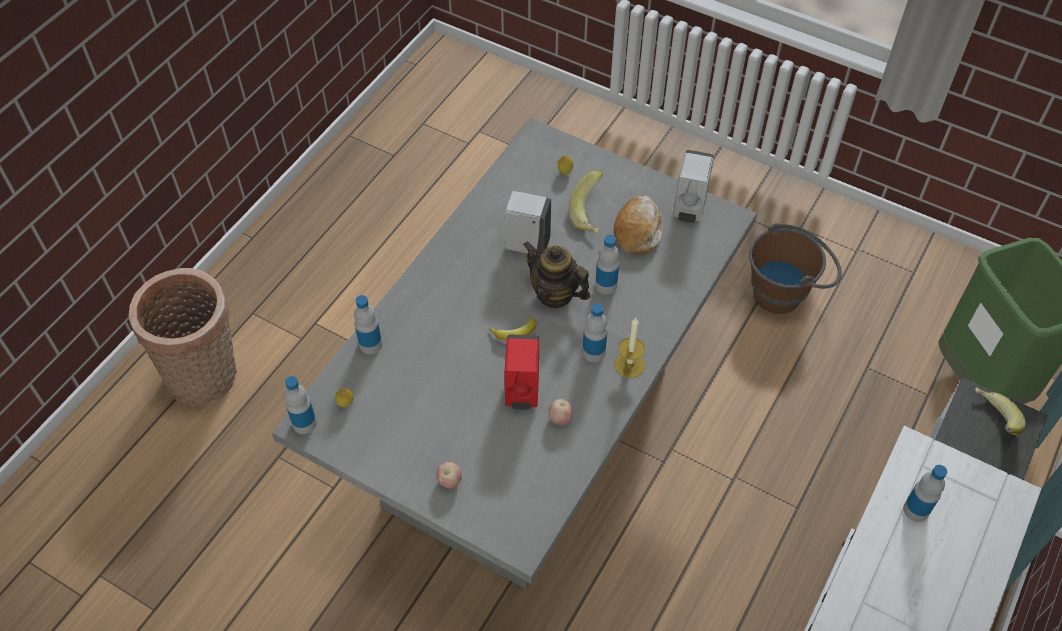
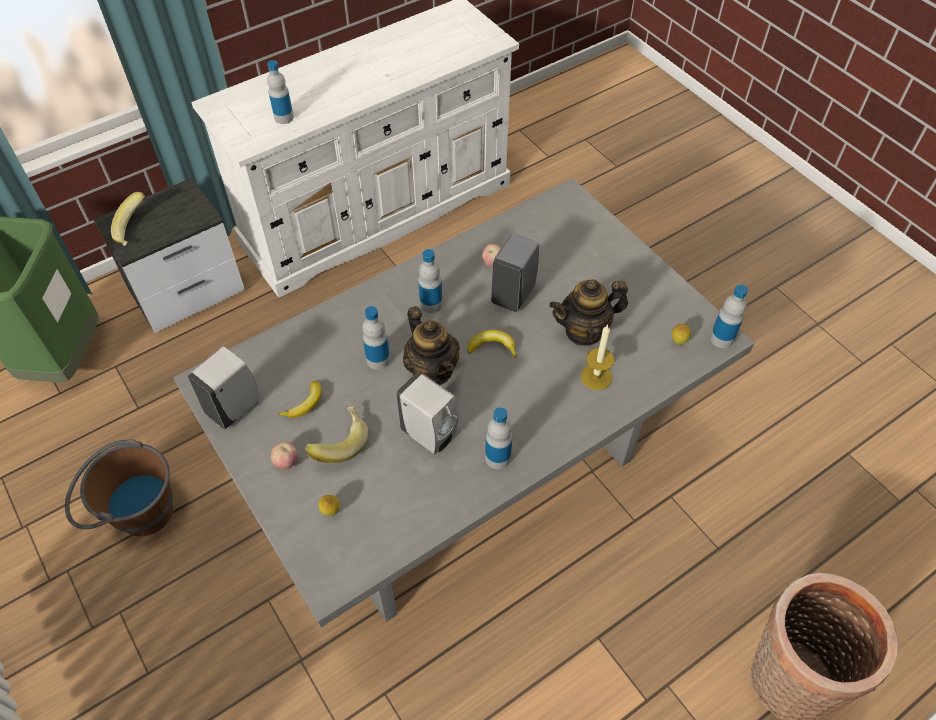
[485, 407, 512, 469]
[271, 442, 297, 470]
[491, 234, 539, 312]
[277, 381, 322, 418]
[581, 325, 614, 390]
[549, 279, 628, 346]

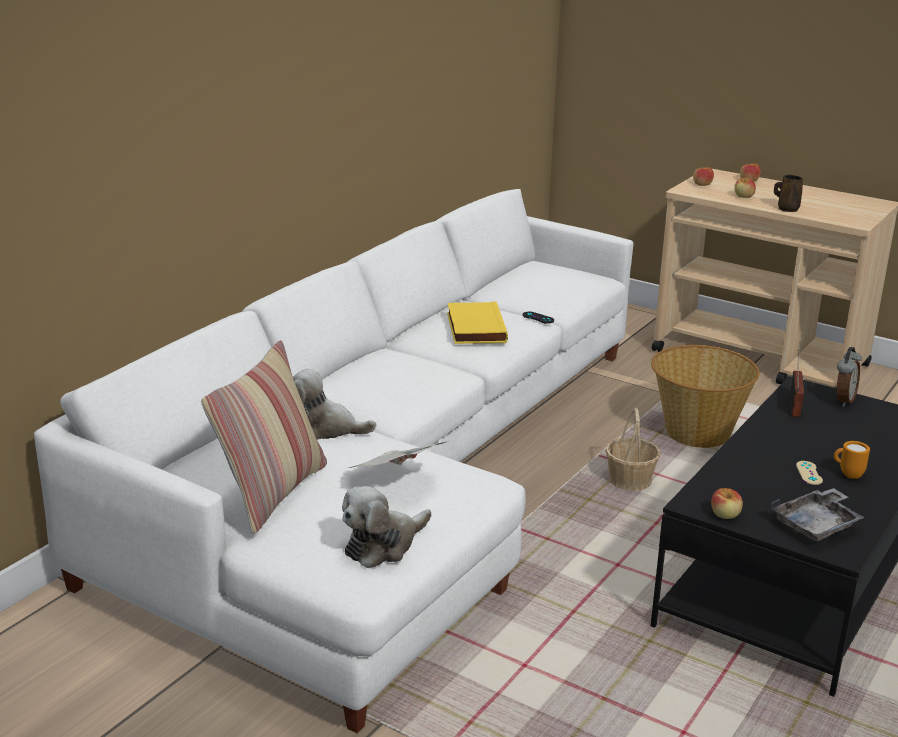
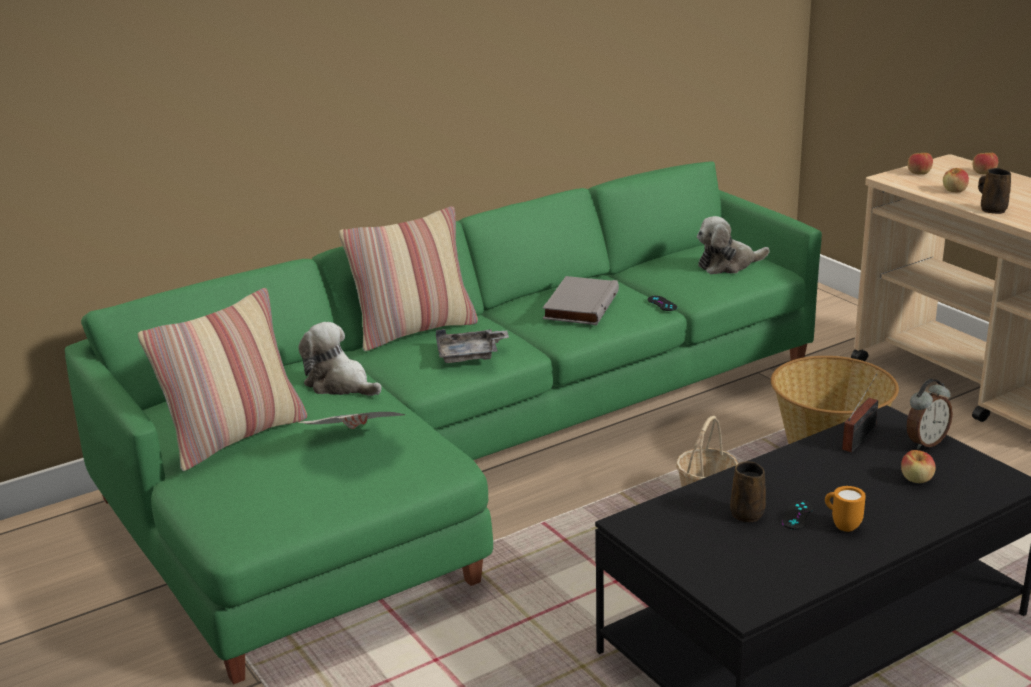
[65, 161, 822, 685]
[697, 216, 769, 274]
[543, 276, 619, 325]
[901, 450, 936, 483]
[436, 329, 509, 363]
[782, 500, 813, 530]
[339, 206, 478, 351]
[730, 462, 766, 522]

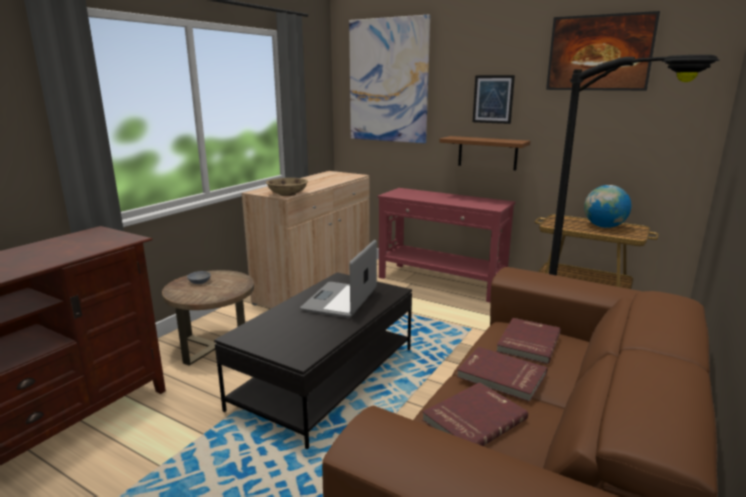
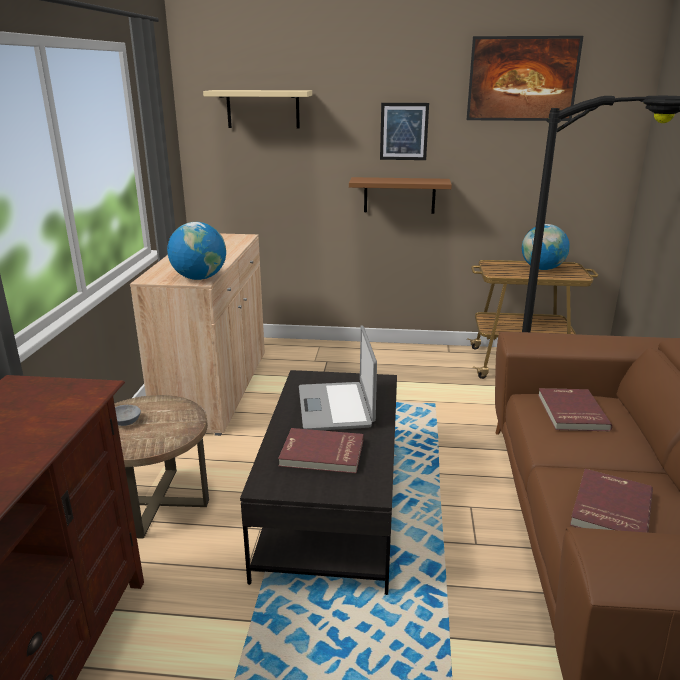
[167, 222, 226, 280]
[203, 90, 312, 129]
[378, 188, 515, 302] (first image)
[278, 428, 364, 473]

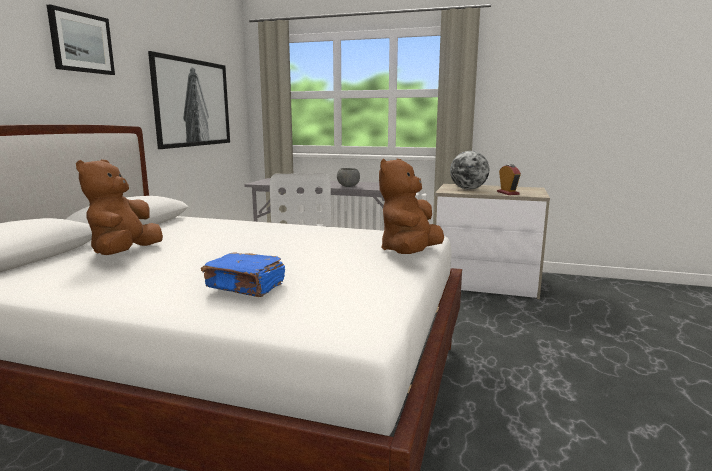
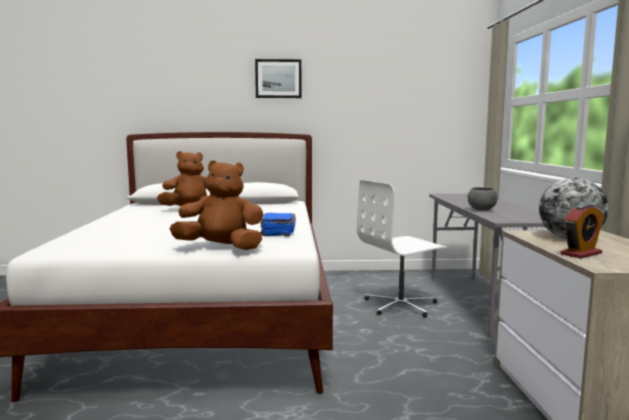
[148, 51, 230, 149] (first image)
[260, 213, 296, 236]

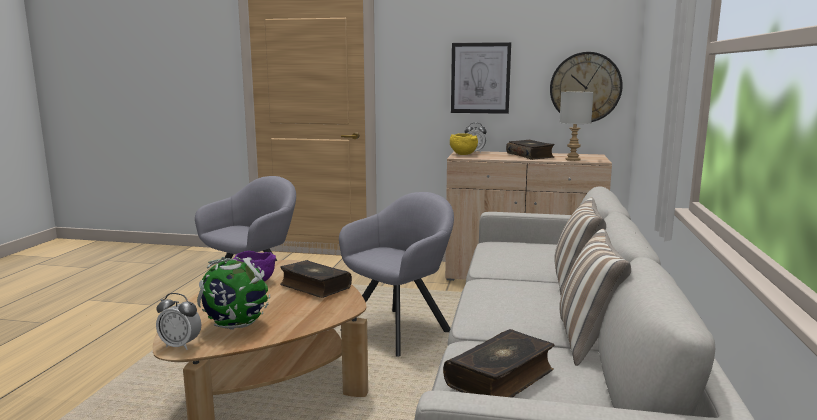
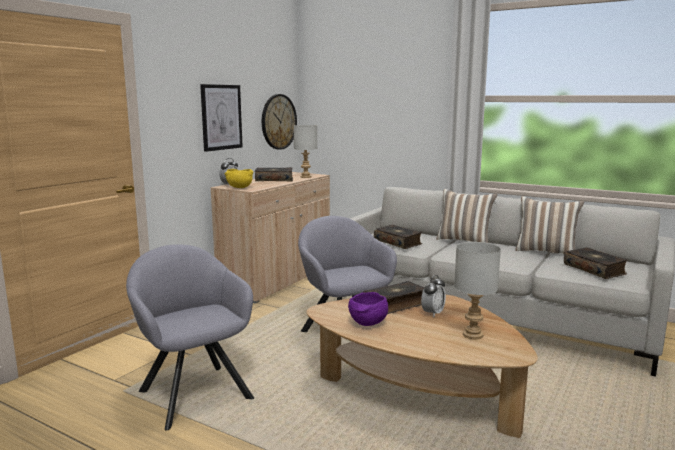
[421, 275, 446, 317]
[454, 242, 501, 339]
[374, 225, 422, 249]

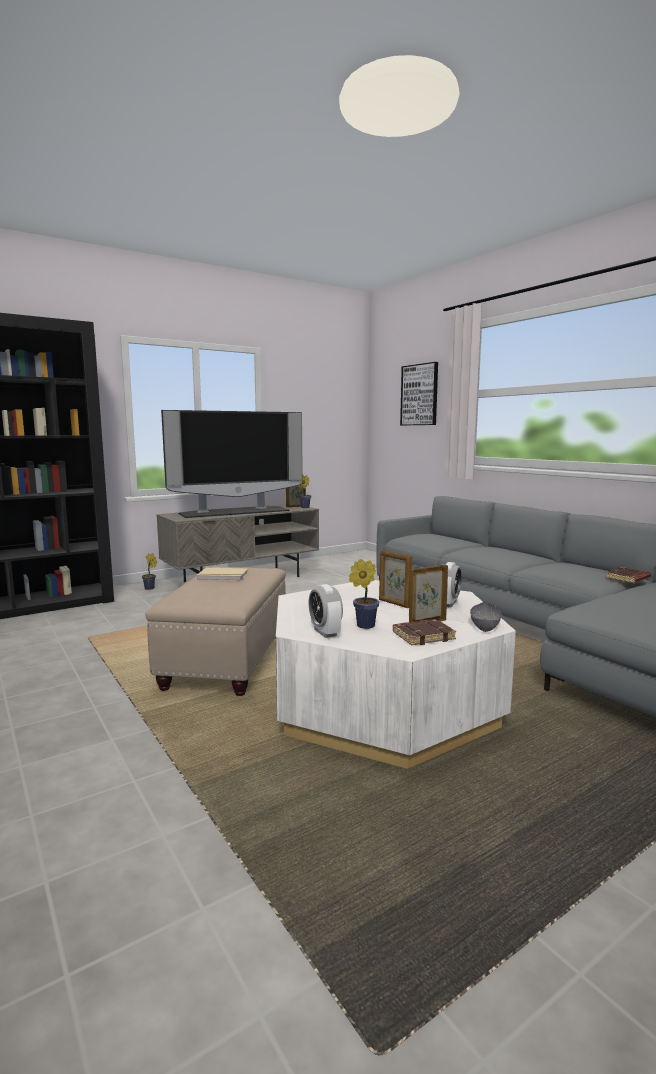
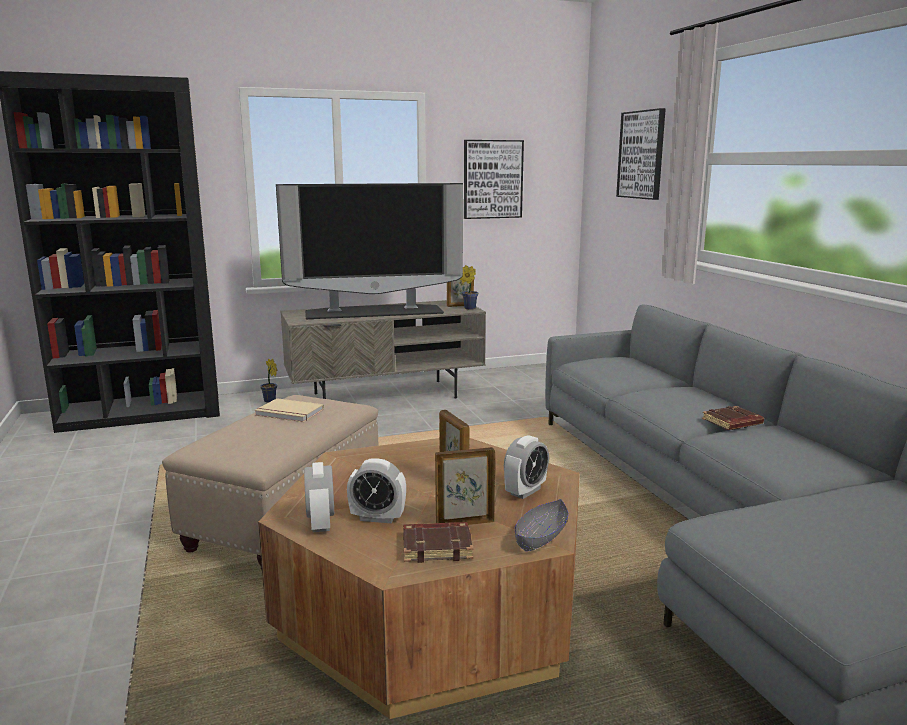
[258, 438, 580, 719]
[347, 458, 406, 523]
[702, 406, 764, 430]
[464, 140, 524, 219]

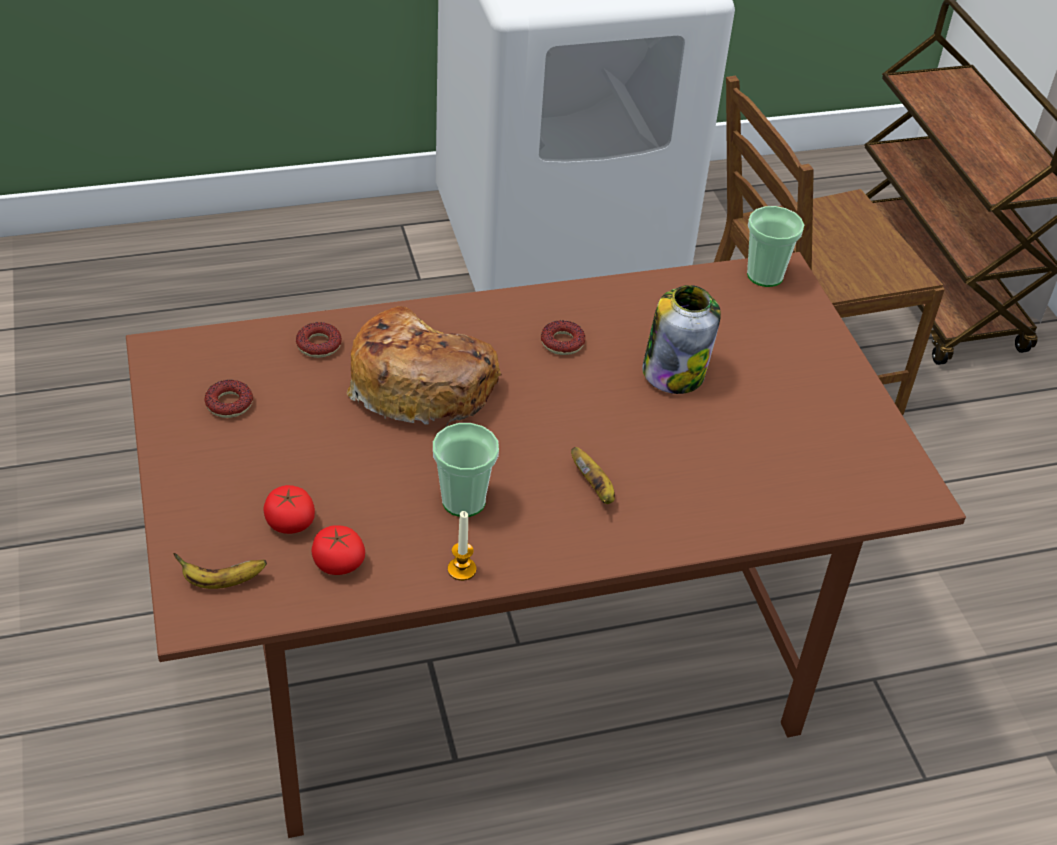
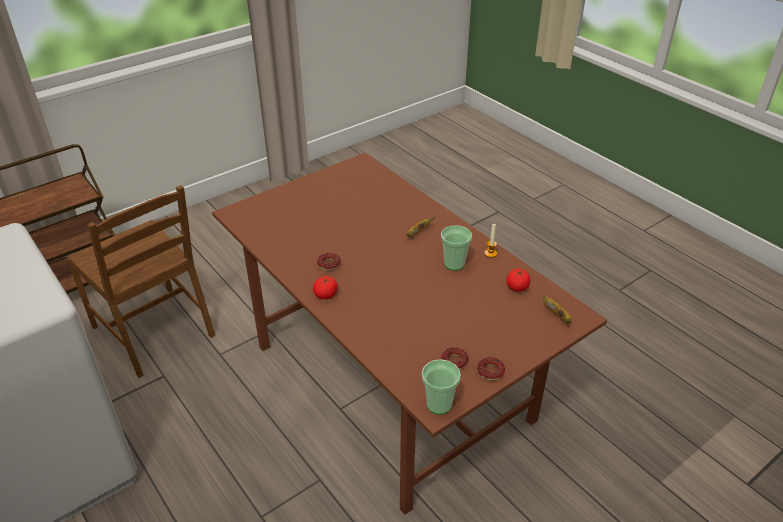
[313, 276, 338, 299]
[477, 357, 505, 381]
[347, 306, 502, 427] (first image)
[642, 285, 721, 394] (first image)
[422, 359, 461, 415]

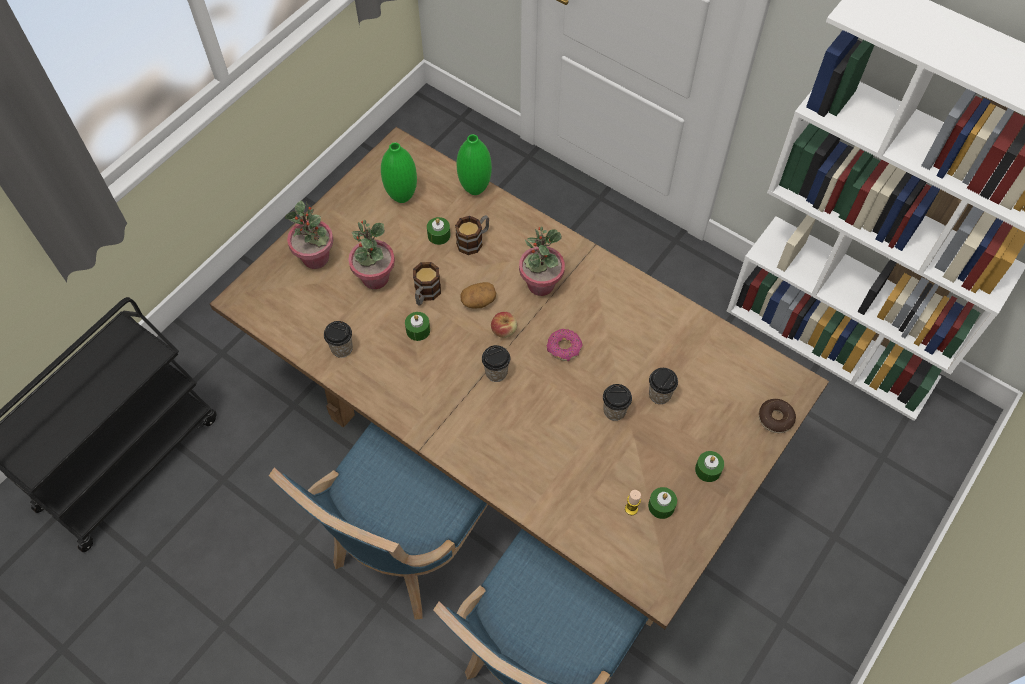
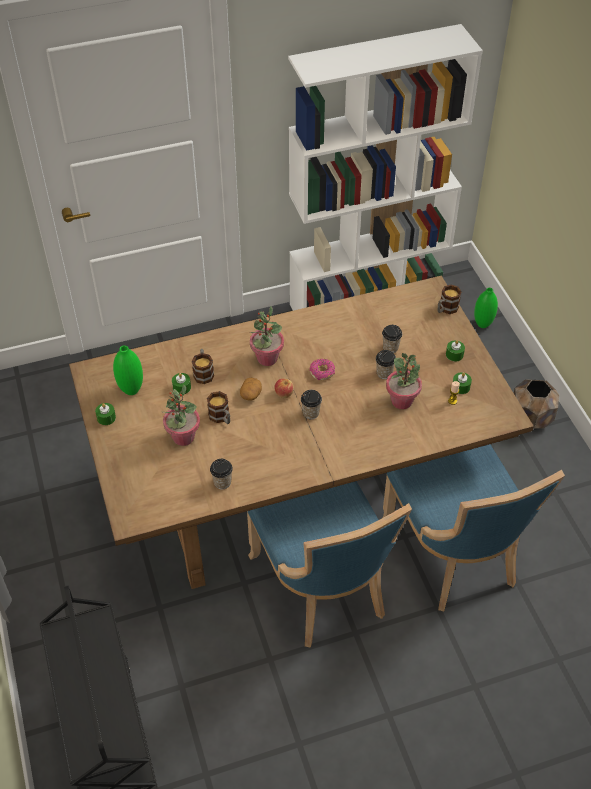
[386, 353, 422, 409]
[95, 403, 116, 425]
[474, 288, 498, 328]
[437, 285, 462, 314]
[514, 379, 559, 429]

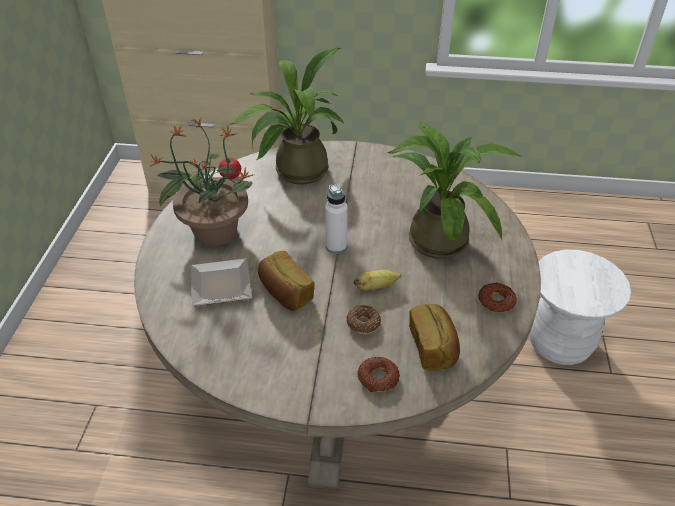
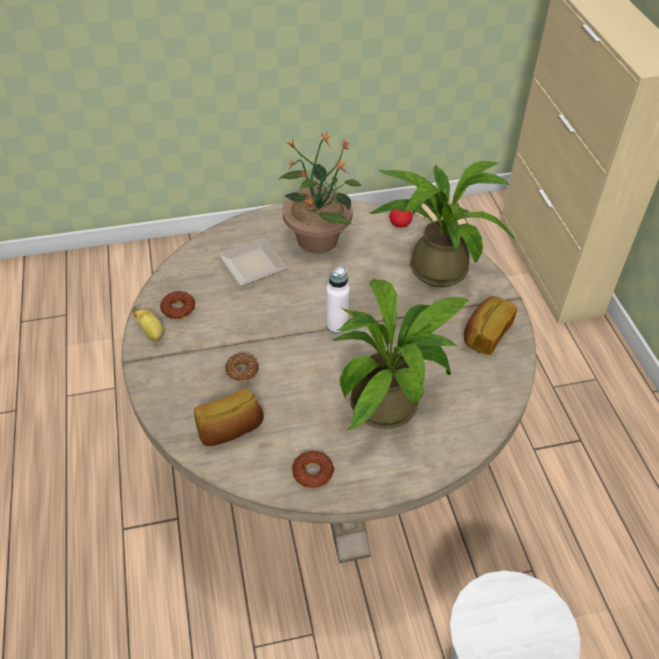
[464, 296, 517, 355]
[132, 306, 164, 342]
[160, 291, 195, 319]

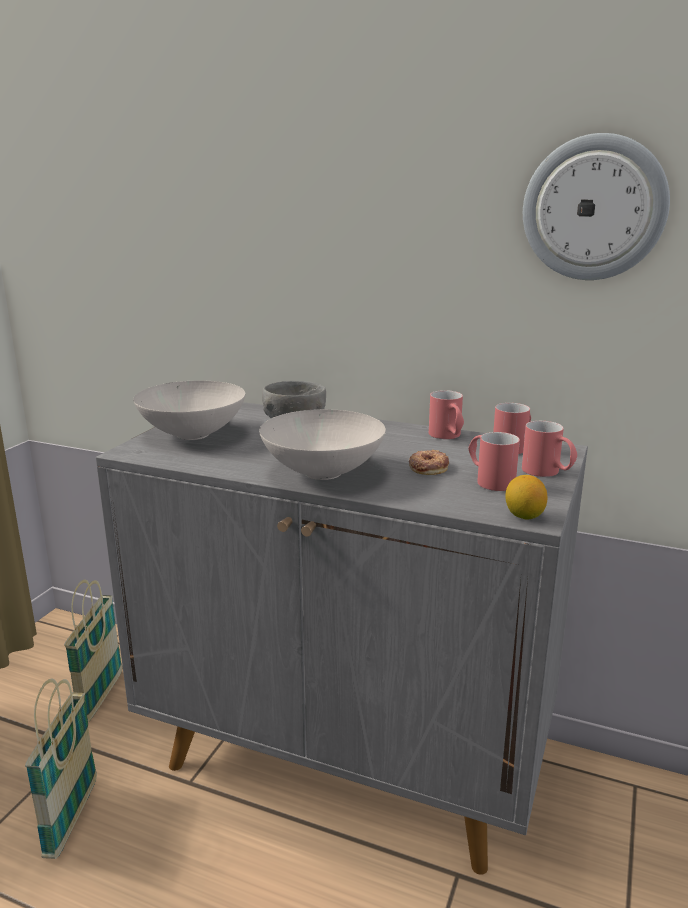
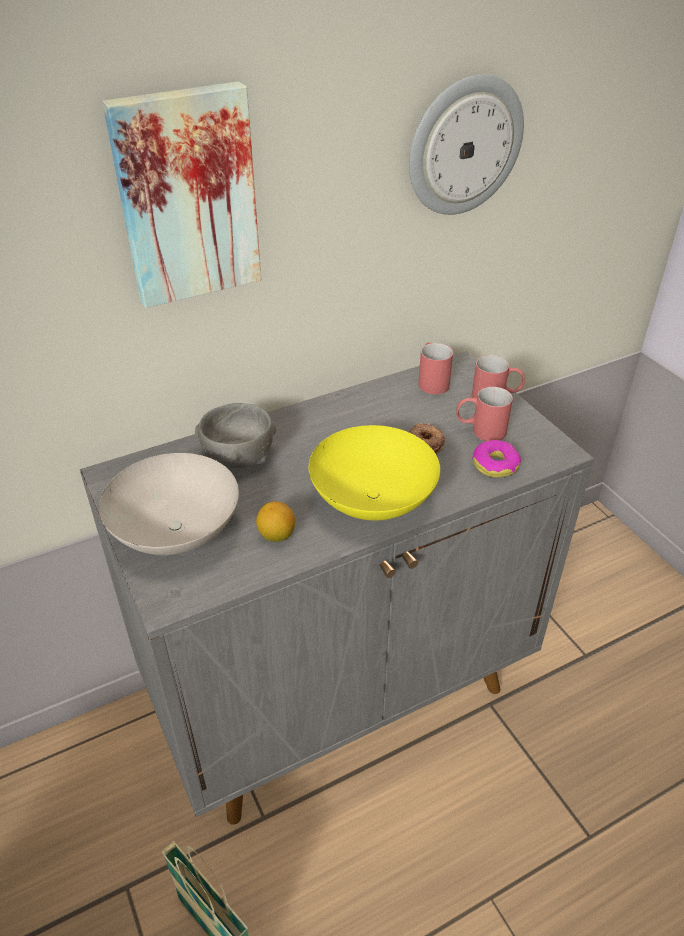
[64, 579, 122, 722] (first image)
[309, 425, 440, 521]
[429, 390, 464, 439] (first image)
[256, 501, 295, 542]
[102, 81, 261, 308]
[472, 440, 521, 478]

